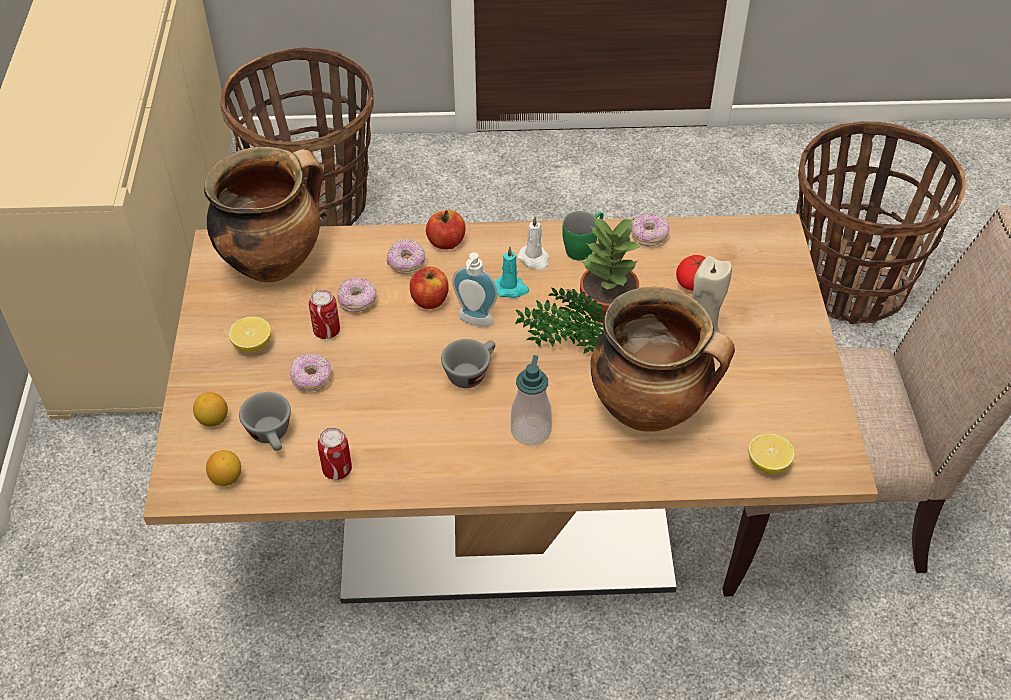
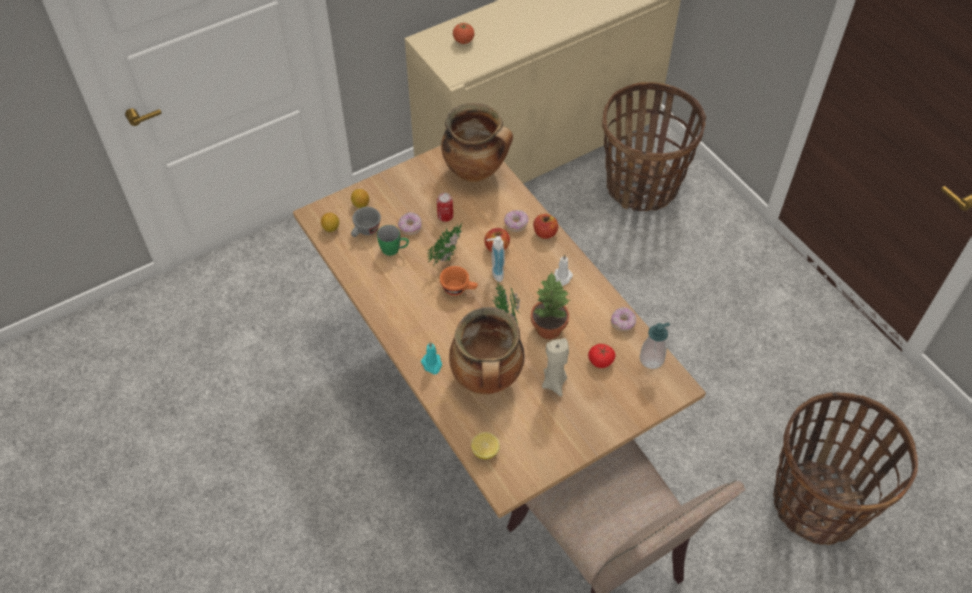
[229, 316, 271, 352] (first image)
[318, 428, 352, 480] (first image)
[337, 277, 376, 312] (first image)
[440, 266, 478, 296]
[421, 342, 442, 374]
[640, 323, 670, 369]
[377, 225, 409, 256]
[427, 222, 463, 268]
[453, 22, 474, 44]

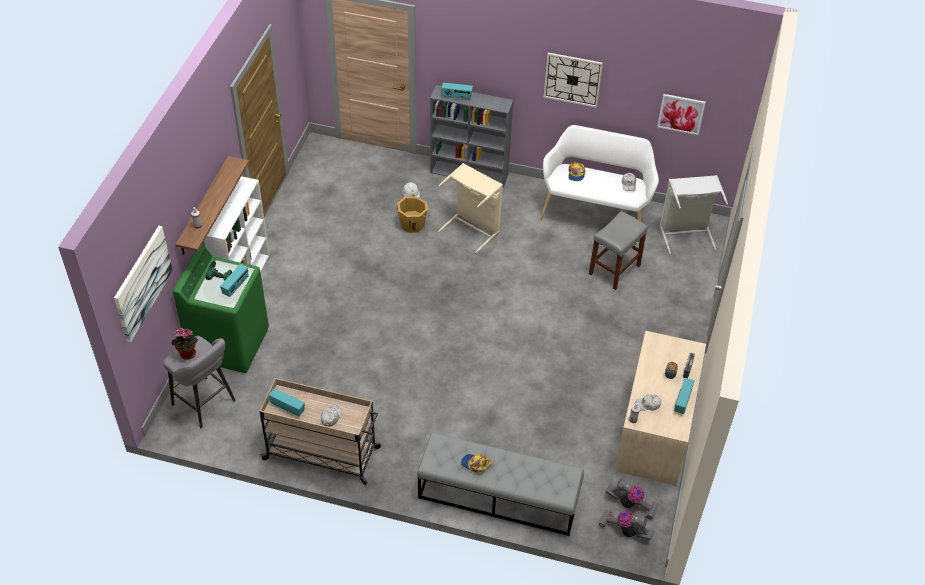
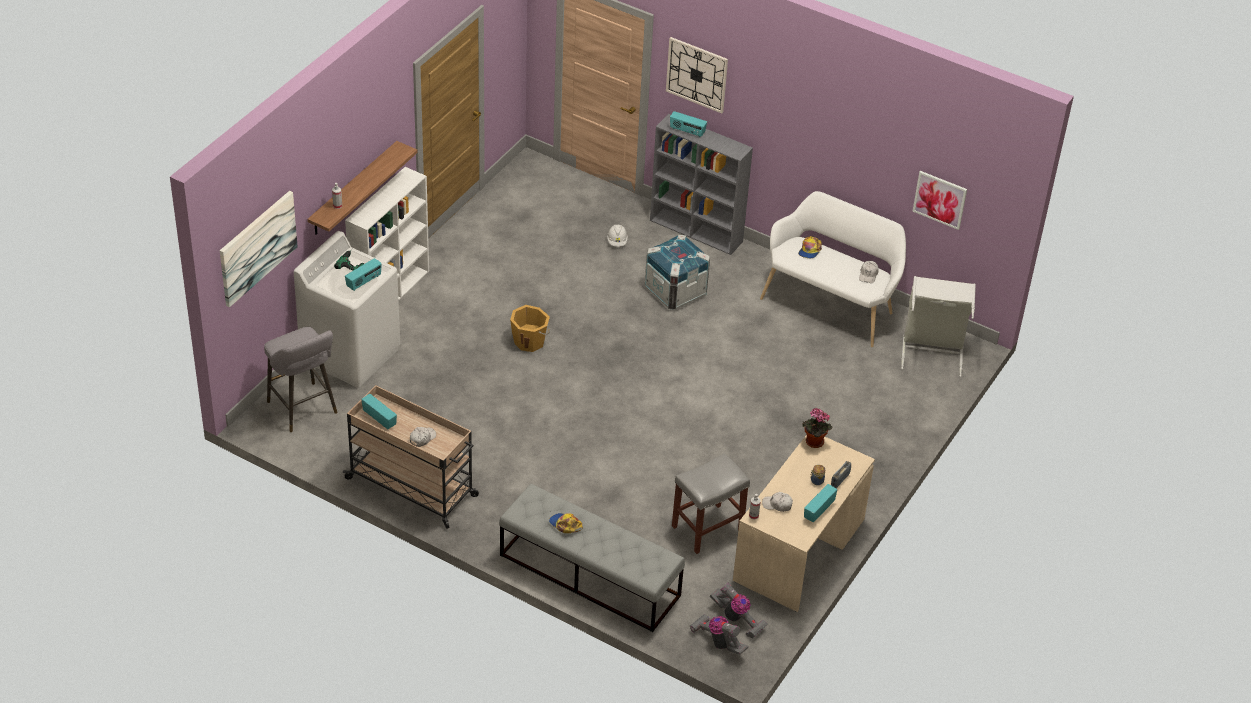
[802, 408, 833, 448]
[294, 231, 400, 388]
[510, 305, 550, 352]
[645, 234, 710, 310]
[666, 37, 728, 114]
[672, 453, 750, 554]

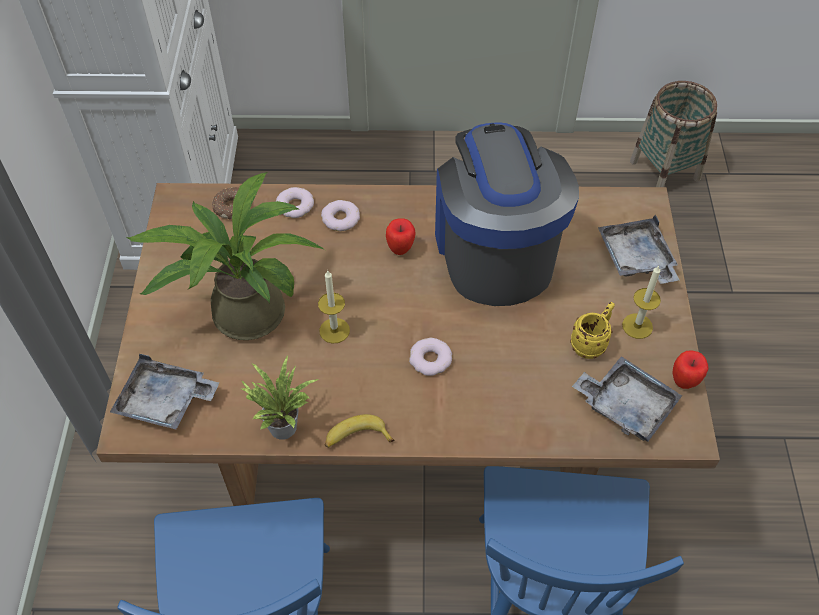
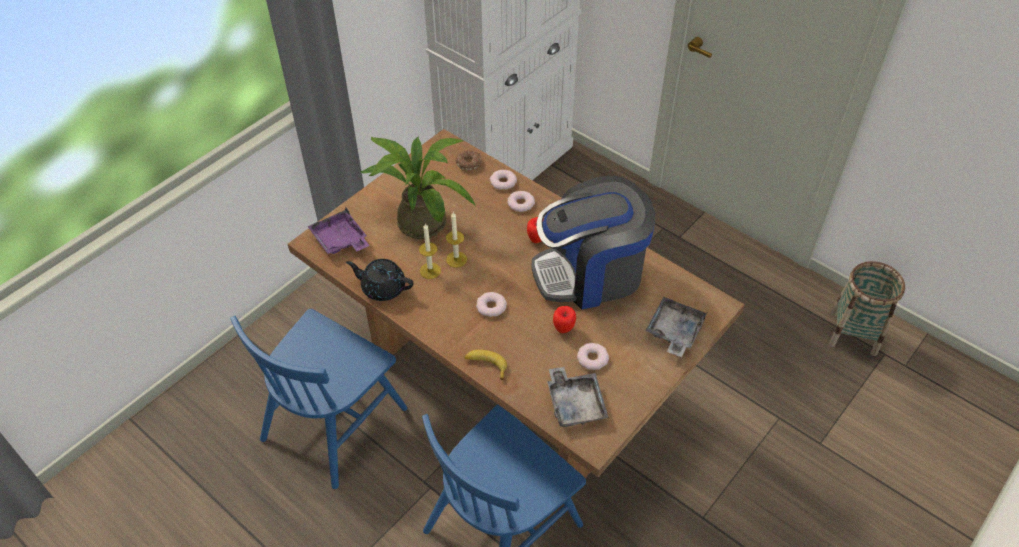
[307, 207, 369, 254]
[346, 259, 413, 301]
[464, 350, 507, 380]
[532, 176, 655, 309]
[577, 343, 609, 370]
[419, 223, 441, 279]
[553, 306, 576, 333]

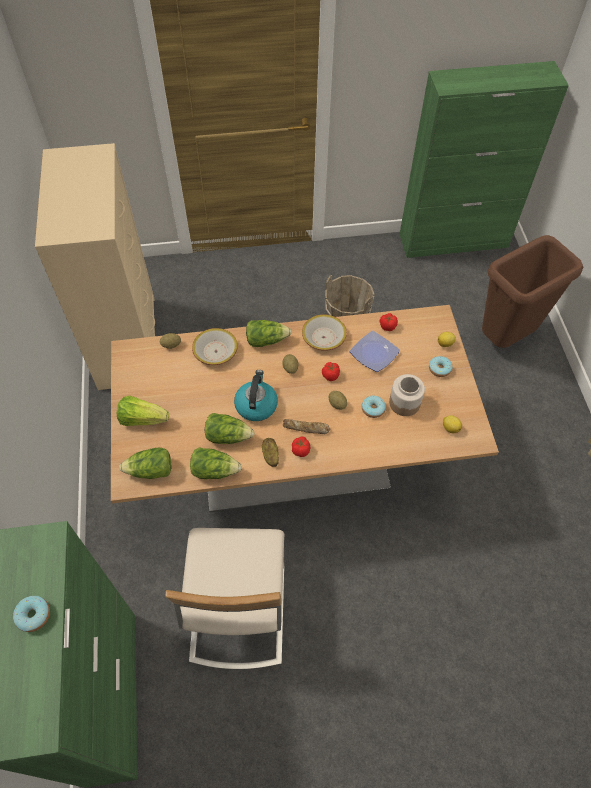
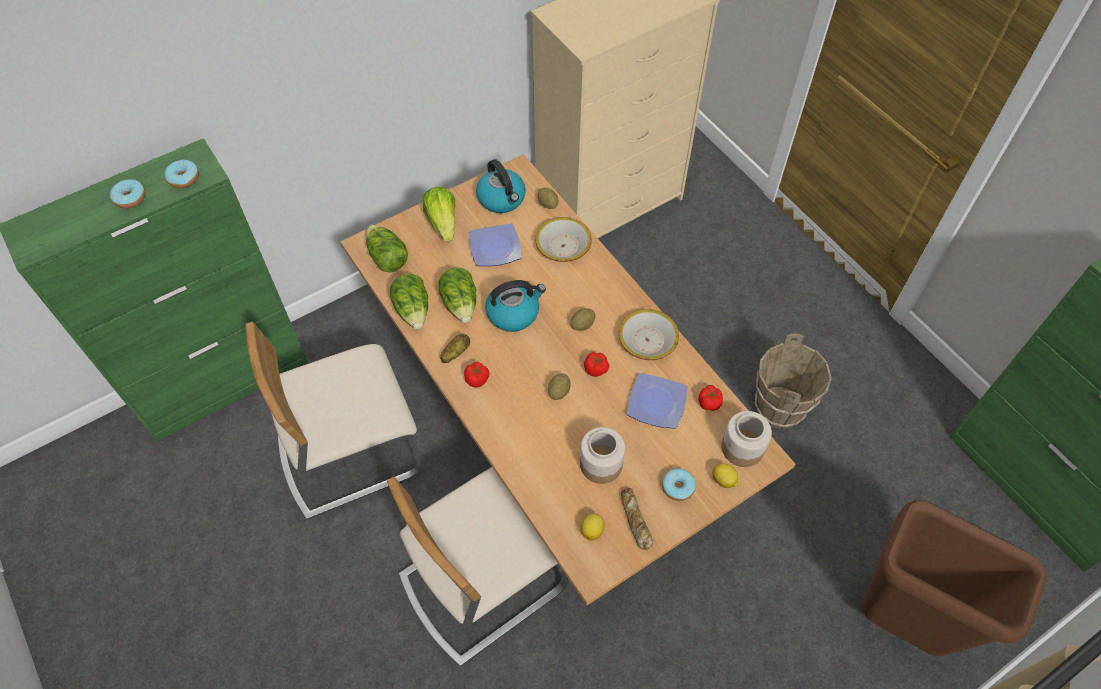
[246, 320, 292, 347] (first image)
[621, 488, 653, 550]
[164, 160, 199, 188]
[387, 467, 568, 667]
[469, 224, 522, 266]
[476, 159, 526, 213]
[721, 411, 772, 467]

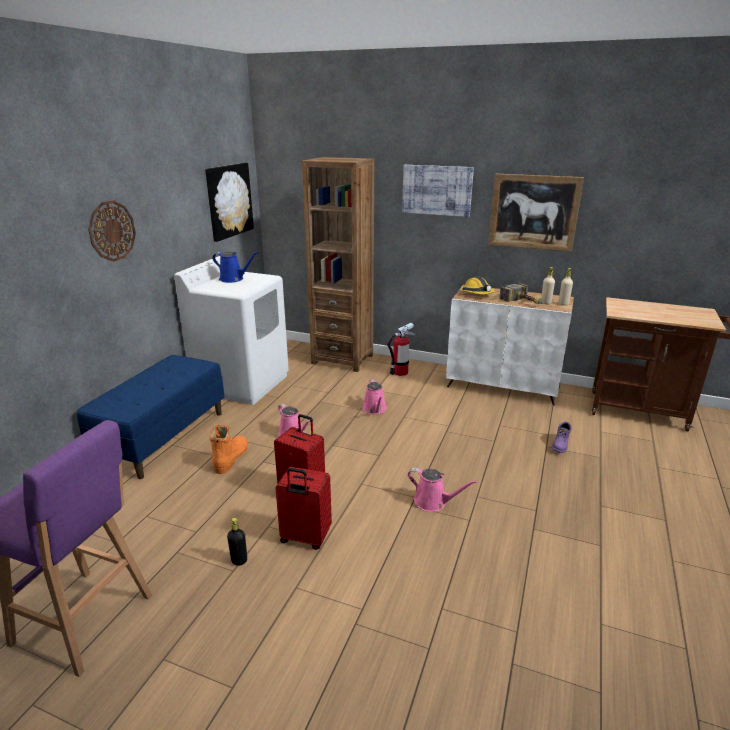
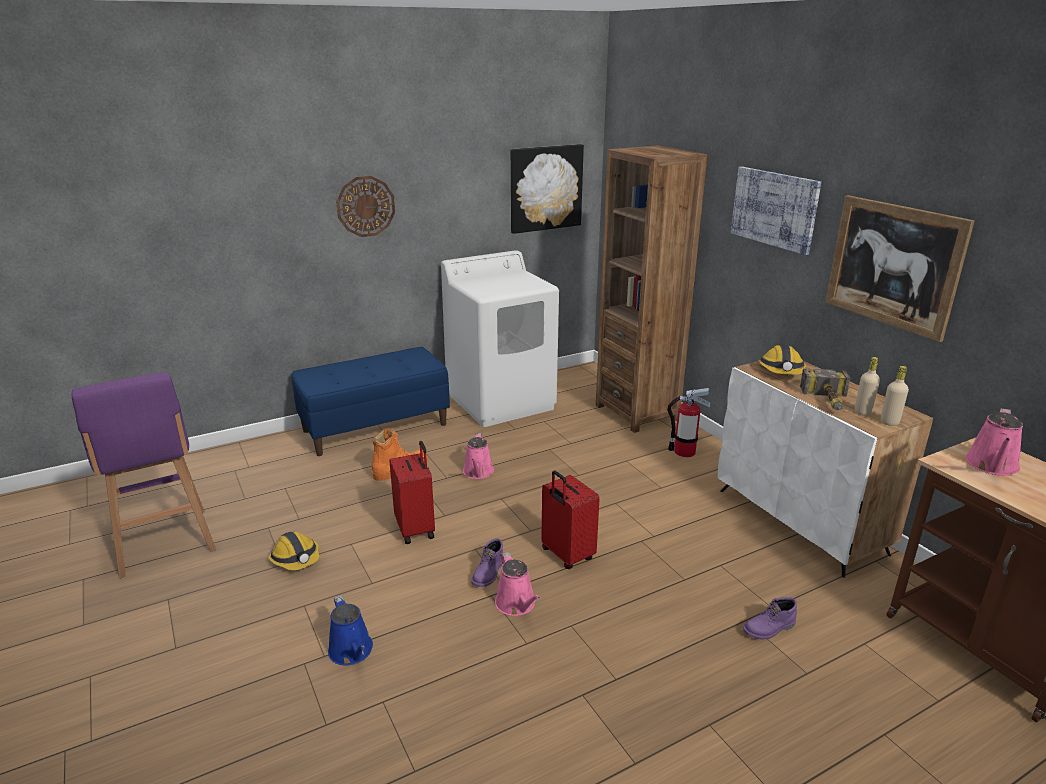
[328, 595, 373, 666]
[268, 532, 319, 570]
[541, 470, 600, 569]
[965, 408, 1023, 476]
[471, 538, 503, 587]

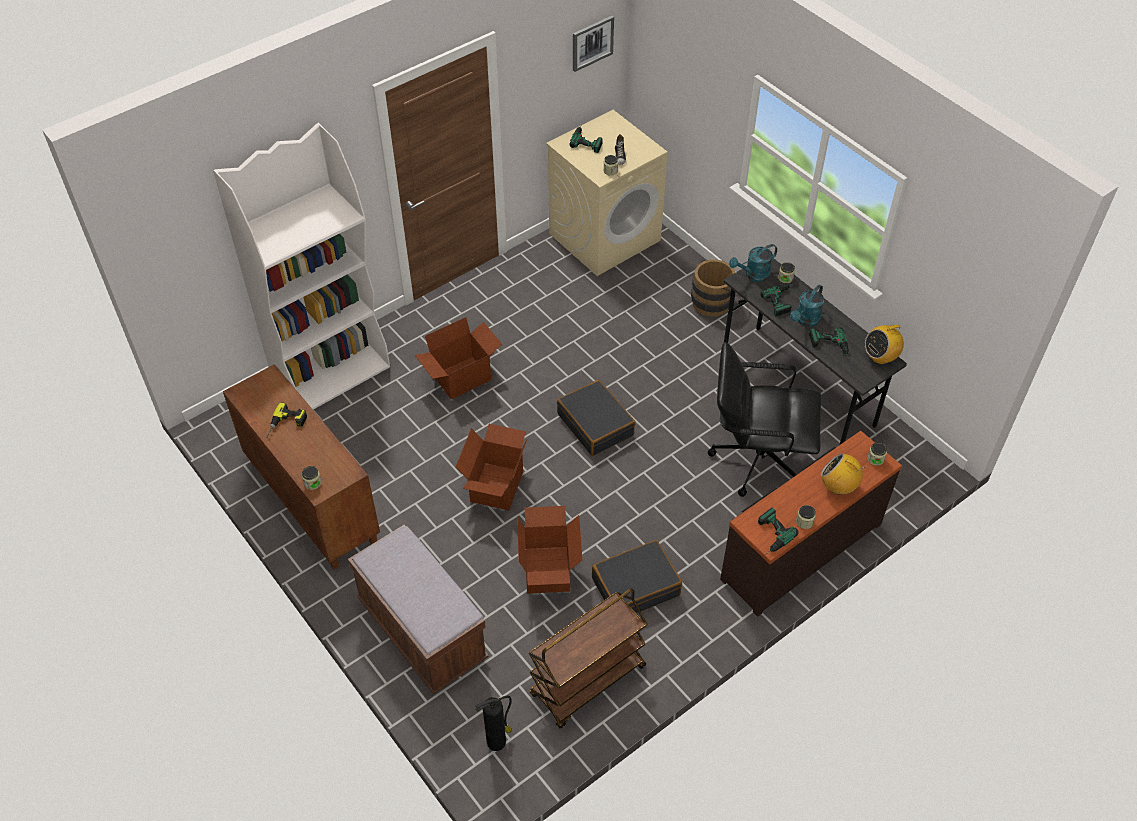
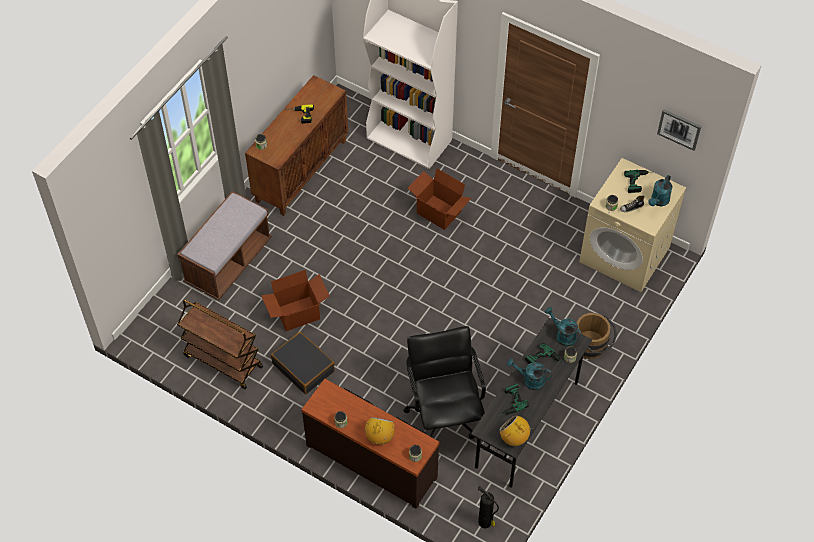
[456, 424, 528, 510] (first image)
[478, 486, 499, 528]
[557, 380, 635, 456] (first image)
[758, 508, 799, 556] (first image)
[648, 175, 673, 206]

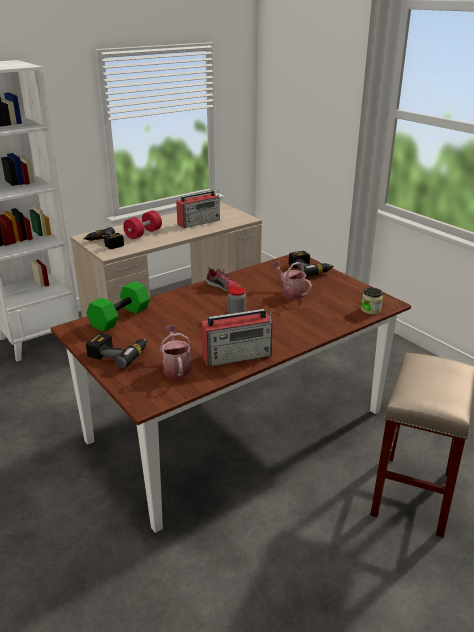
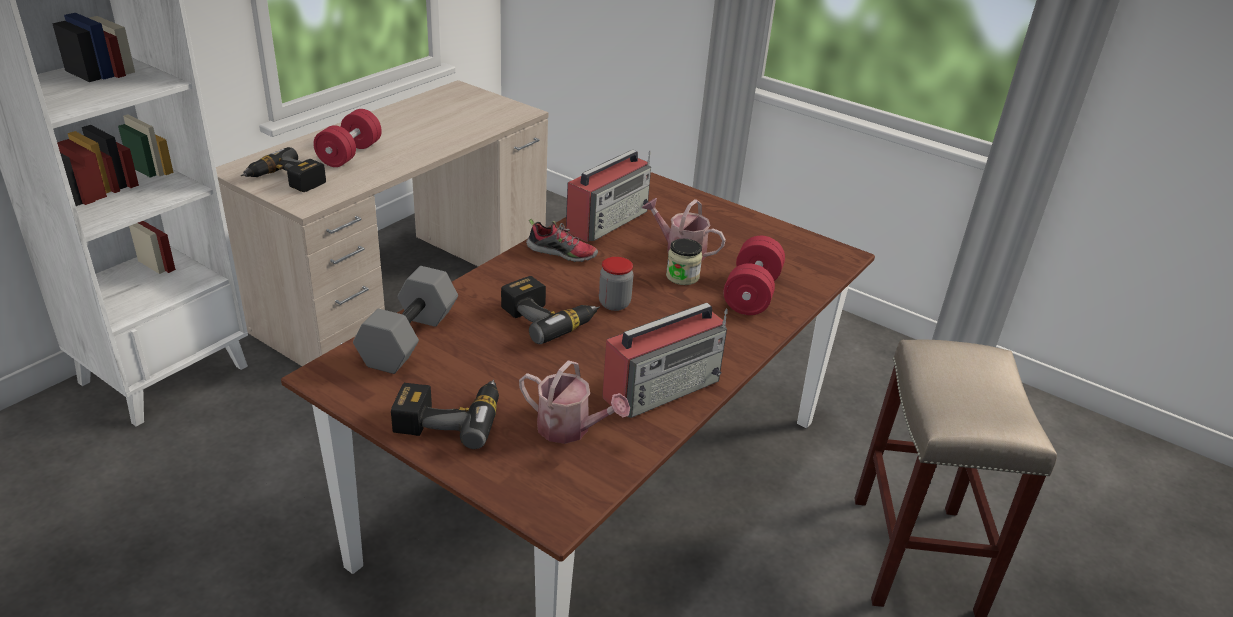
[353, 266, 458, 374]
[519, 360, 630, 444]
[566, 150, 651, 242]
[501, 276, 600, 344]
[666, 239, 702, 285]
[723, 236, 785, 315]

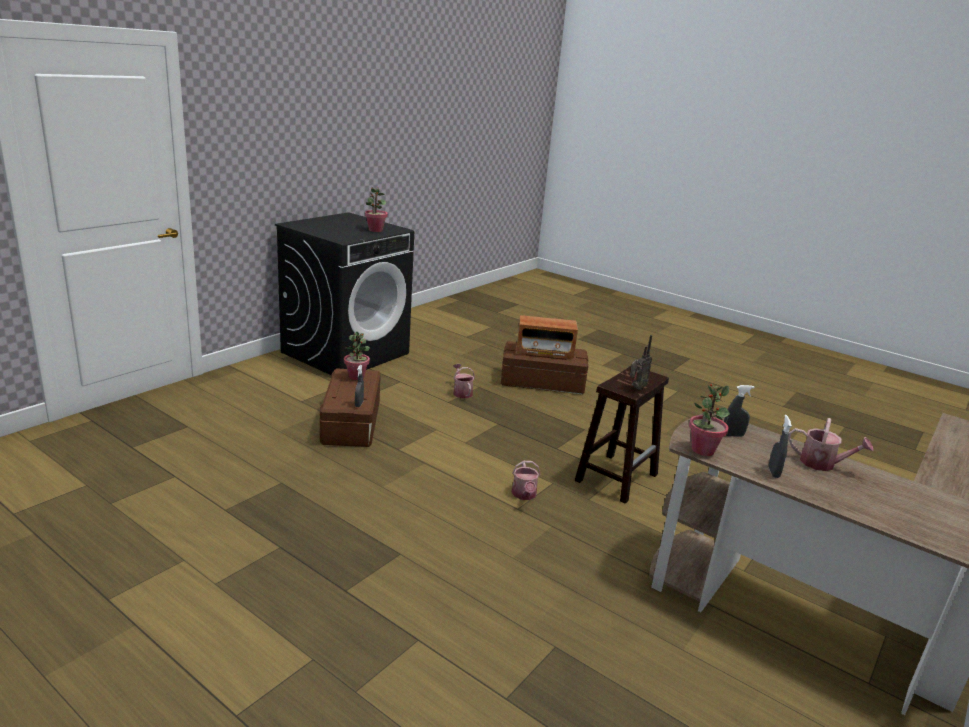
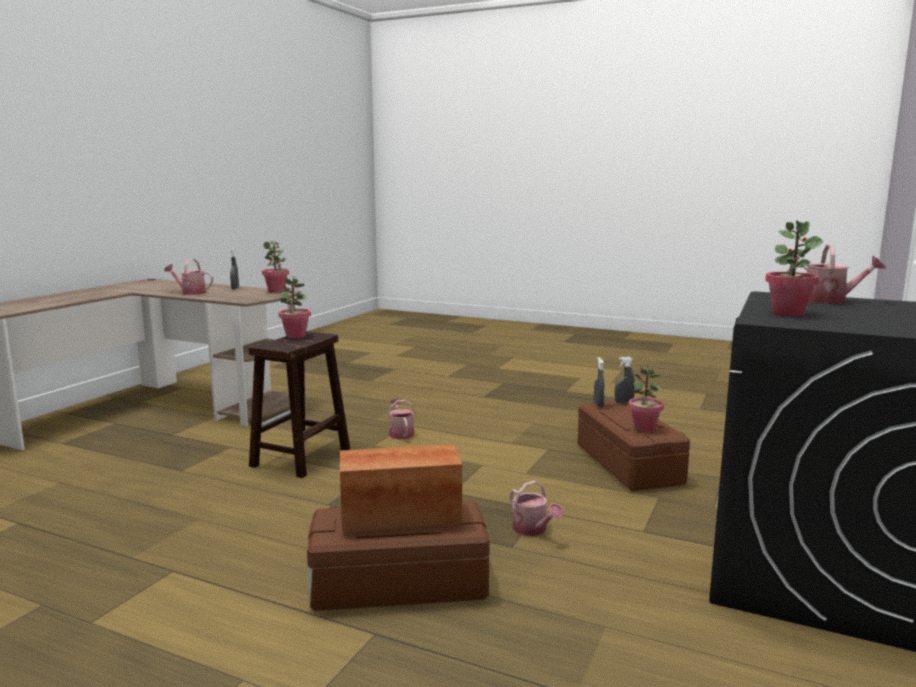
[279, 277, 311, 338]
[615, 357, 635, 403]
[786, 244, 886, 304]

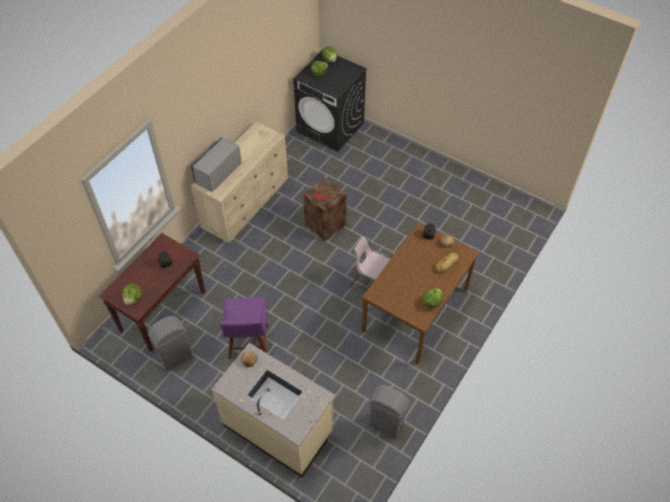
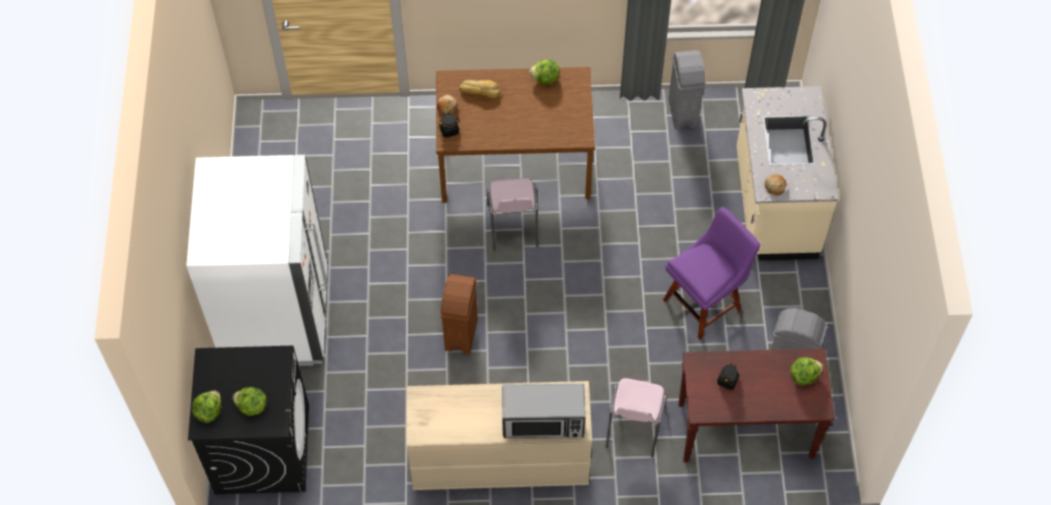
[440, 274, 478, 354]
[186, 155, 327, 366]
[606, 378, 667, 458]

